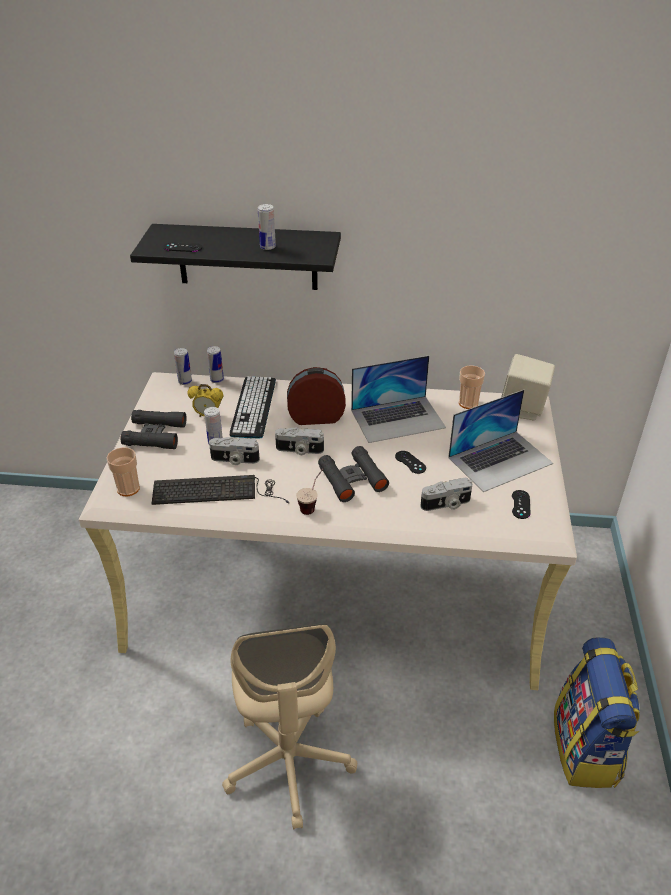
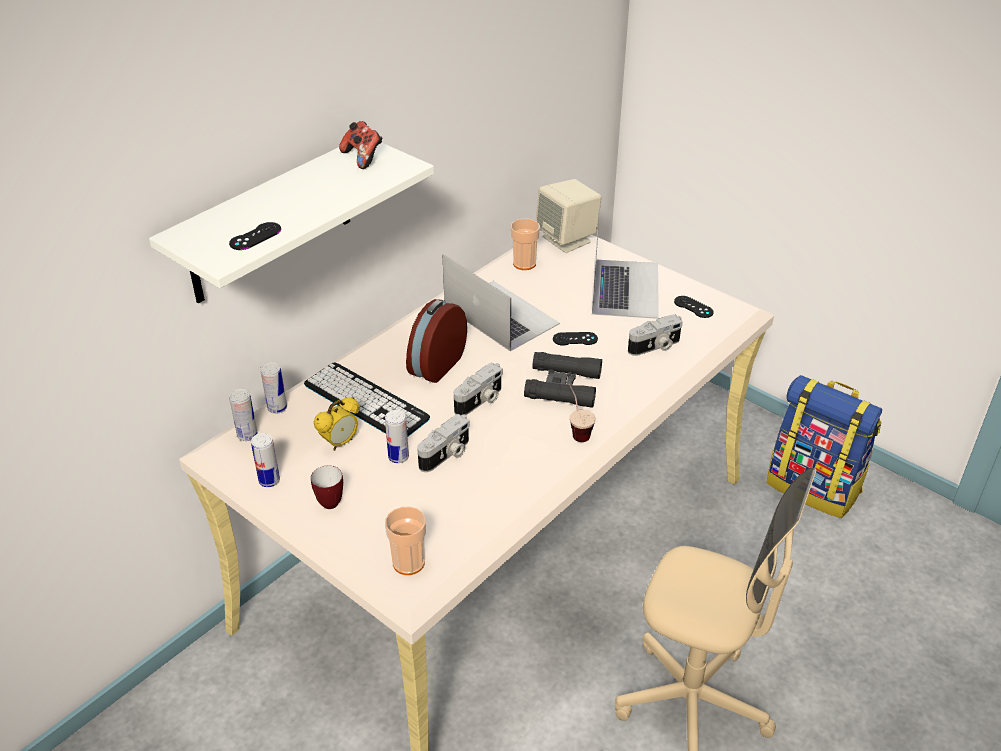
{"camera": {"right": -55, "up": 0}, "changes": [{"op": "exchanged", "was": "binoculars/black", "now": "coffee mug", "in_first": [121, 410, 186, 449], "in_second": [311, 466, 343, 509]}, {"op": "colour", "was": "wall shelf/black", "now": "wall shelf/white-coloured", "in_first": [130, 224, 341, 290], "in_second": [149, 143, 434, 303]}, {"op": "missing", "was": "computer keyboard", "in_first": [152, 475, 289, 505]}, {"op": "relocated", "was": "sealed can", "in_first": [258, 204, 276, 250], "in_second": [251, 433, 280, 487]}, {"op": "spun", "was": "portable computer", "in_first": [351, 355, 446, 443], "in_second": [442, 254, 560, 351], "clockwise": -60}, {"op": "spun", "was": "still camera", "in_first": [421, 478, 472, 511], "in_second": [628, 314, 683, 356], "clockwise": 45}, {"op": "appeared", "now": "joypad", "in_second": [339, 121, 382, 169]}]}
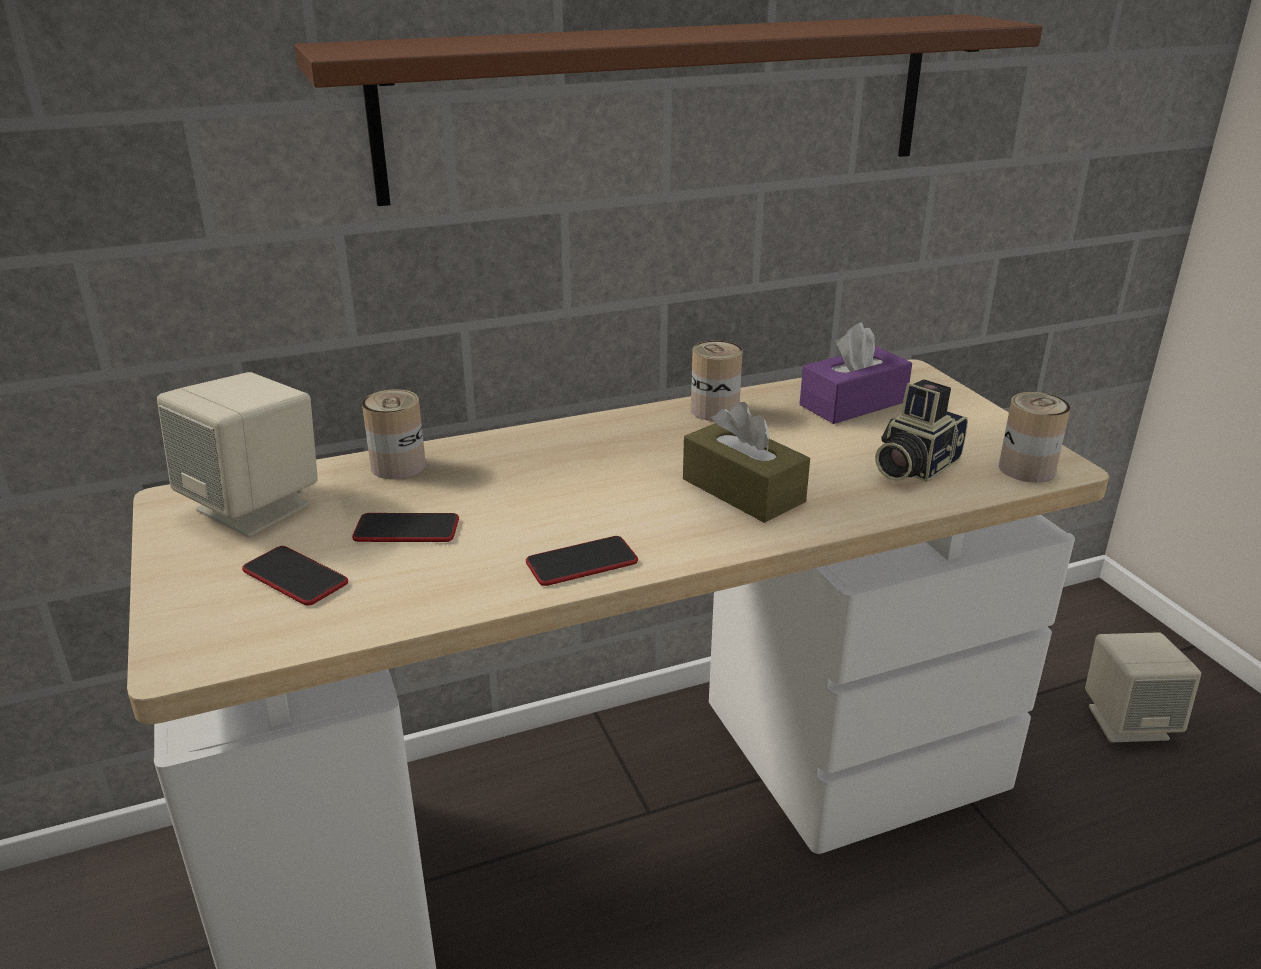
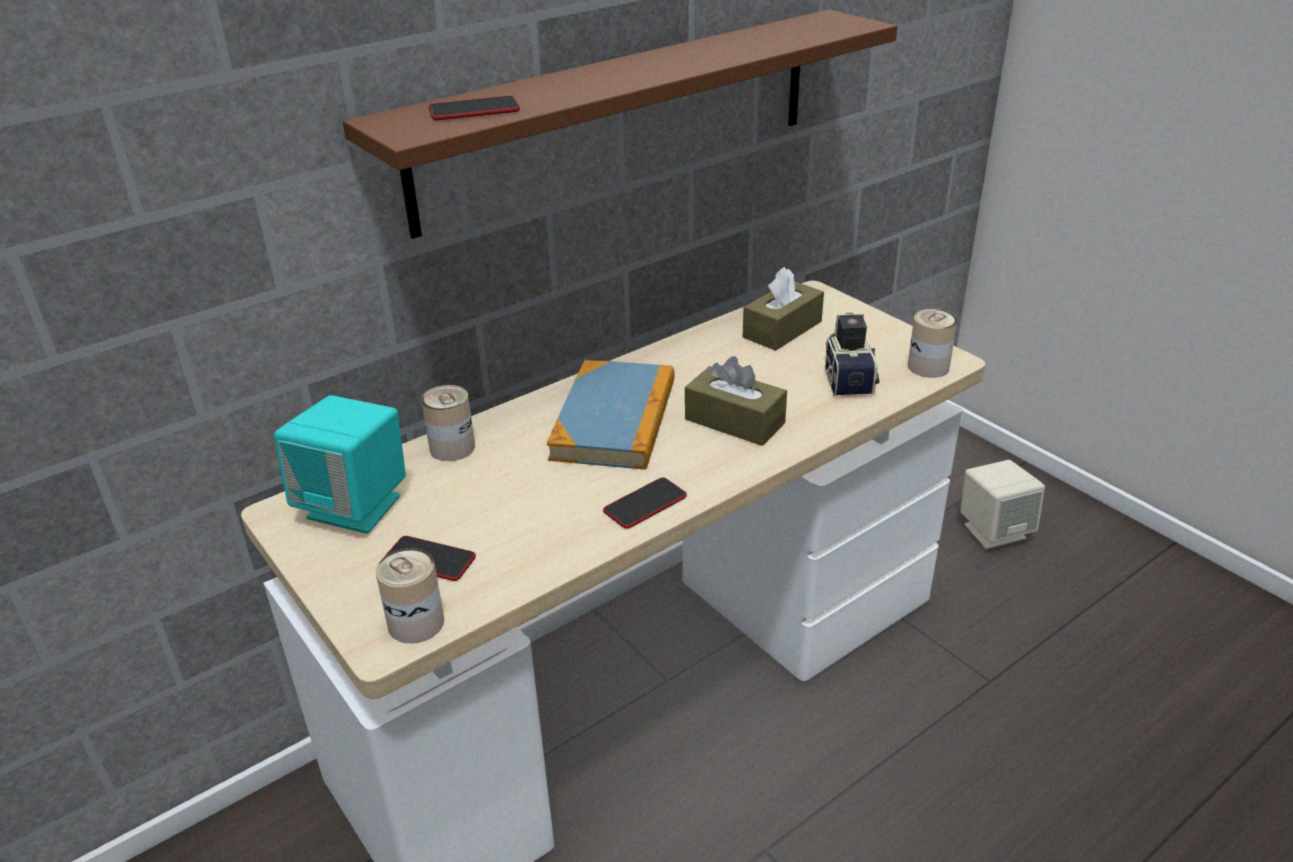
{"camera": {"right": -15, "up": 5}, "changes": [{"op": "colour", "was": "loudspeaker/sand-coloured", "now": "loudspeaker/turquoise", "in_first": [157, 372, 318, 537], "in_second": [274, 395, 406, 533]}, {"op": "relocated", "was": "phone", "in_first": [352, 513, 459, 542], "in_second": [428, 96, 520, 120]}, {"op": "relocated", "was": "sealed can", "in_first": [691, 341, 743, 421], "in_second": [376, 548, 444, 643]}, {"op": "colour", "was": "tissue box/purple", "now": "tissue box/brownish", "in_first": [799, 322, 912, 424], "in_second": [743, 267, 824, 351]}, {"op": "spun", "was": "still camera", "in_first": [875, 379, 968, 482], "in_second": [825, 313, 880, 396], "clockwise": 150}, {"op": "appeared", "now": "bound book", "in_second": [547, 360, 675, 470]}]}
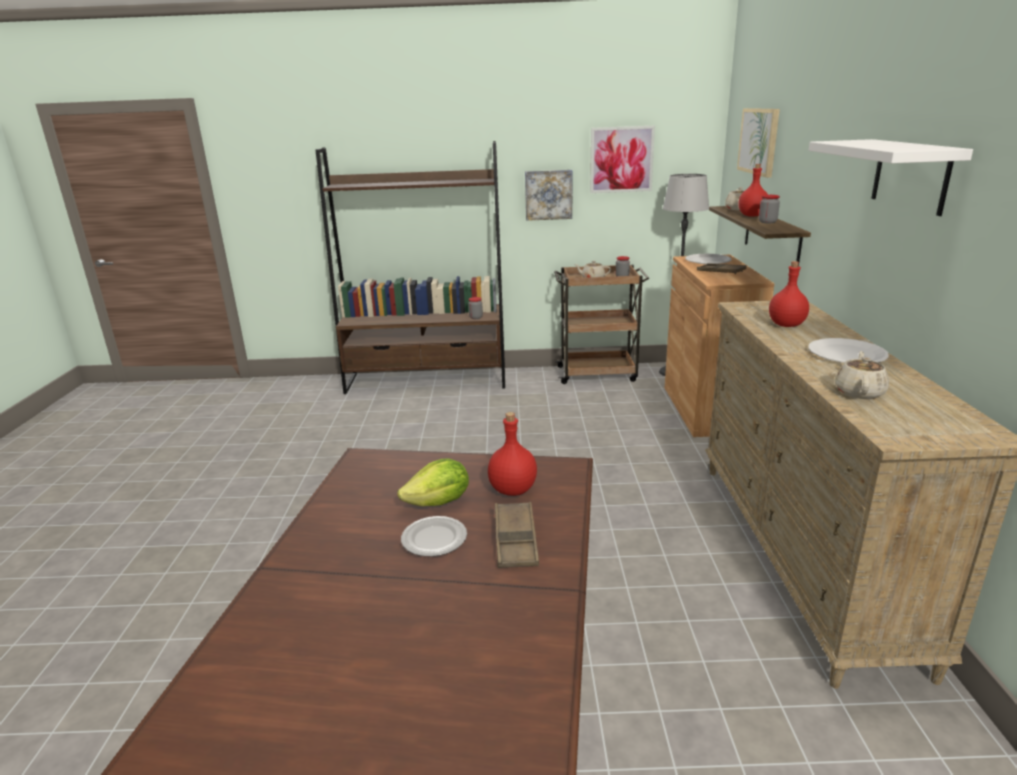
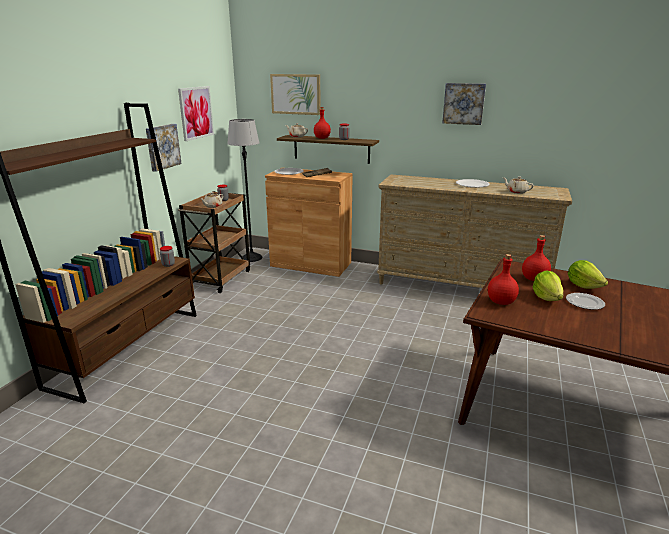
{"camera": {"right": -70, "up": 0}, "changes": [{"op": "exchanged", "was": "carrying tray/brownish", "now": "lettuce head", "in_first": [495, 502, 539, 568], "in_second": [568, 260, 608, 289]}, {"op": "relocated", "was": "bottle/red-coloured", "in_first": [769, 261, 809, 327], "in_second": [488, 254, 519, 305]}, {"op": "exchanged", "was": "wall shelf/white-coloured", "now": "wall art", "in_first": [809, 139, 973, 216], "in_second": [442, 83, 486, 125]}]}
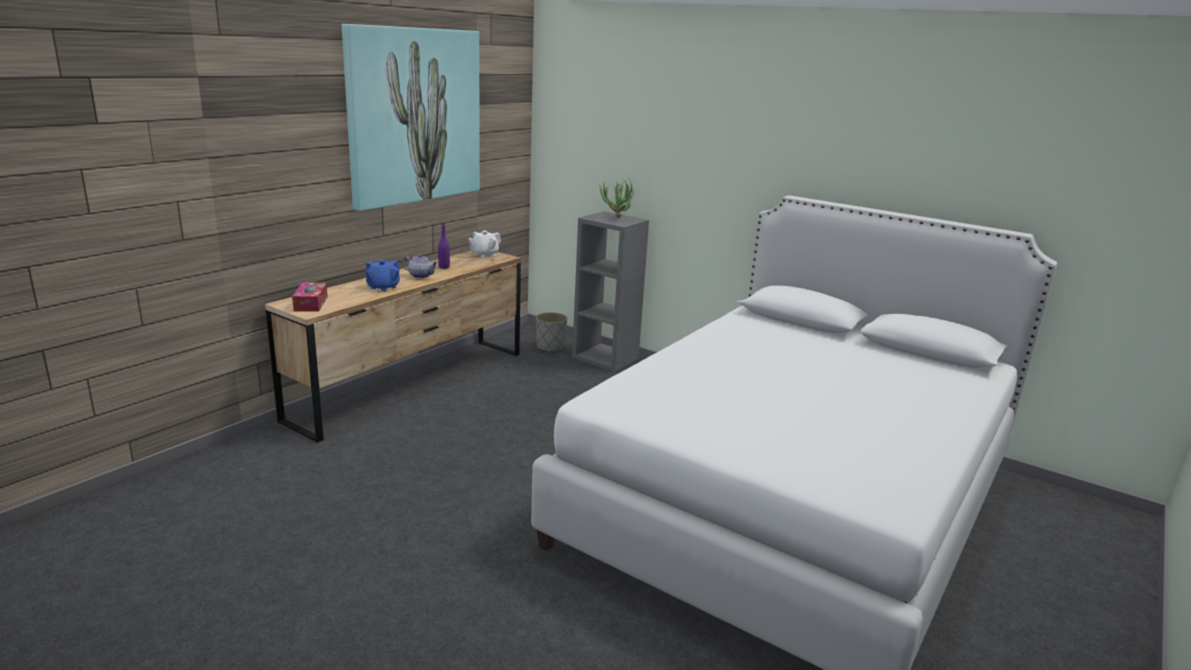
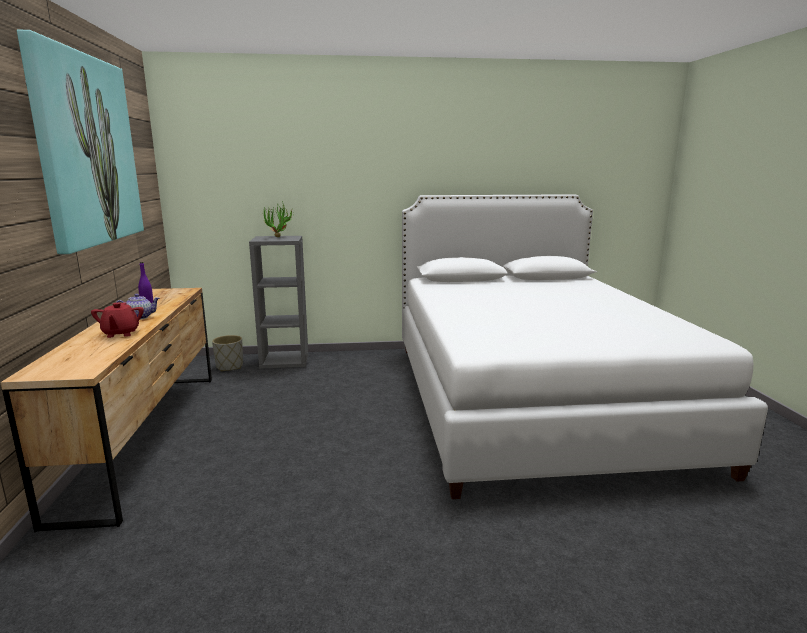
{"camera": {"right": -40, "up": -5}, "changes": [{"op": "missing", "was": "tissue box", "in_first": [292, 282, 328, 312]}, {"op": "colour", "was": "teapot/blue", "now": "teapot/red-coloured", "in_first": [365, 260, 400, 292], "in_second": [91, 302, 144, 338]}, {"op": "missing", "was": "teapot/white-coloured", "in_first": [468, 231, 501, 258]}]}
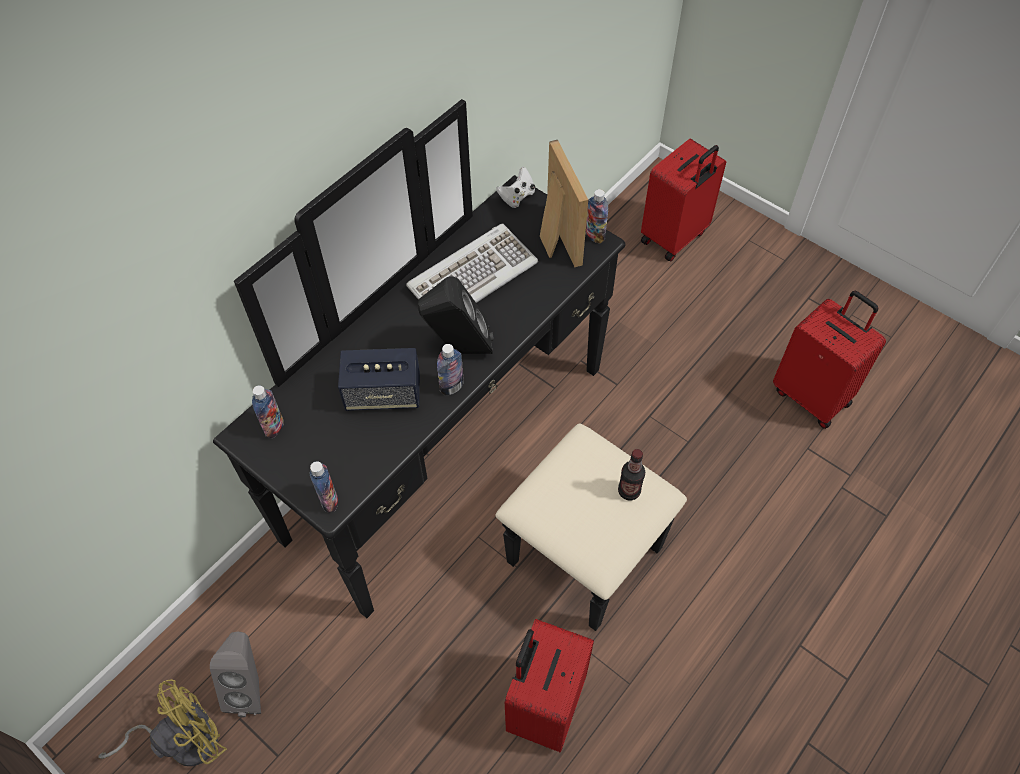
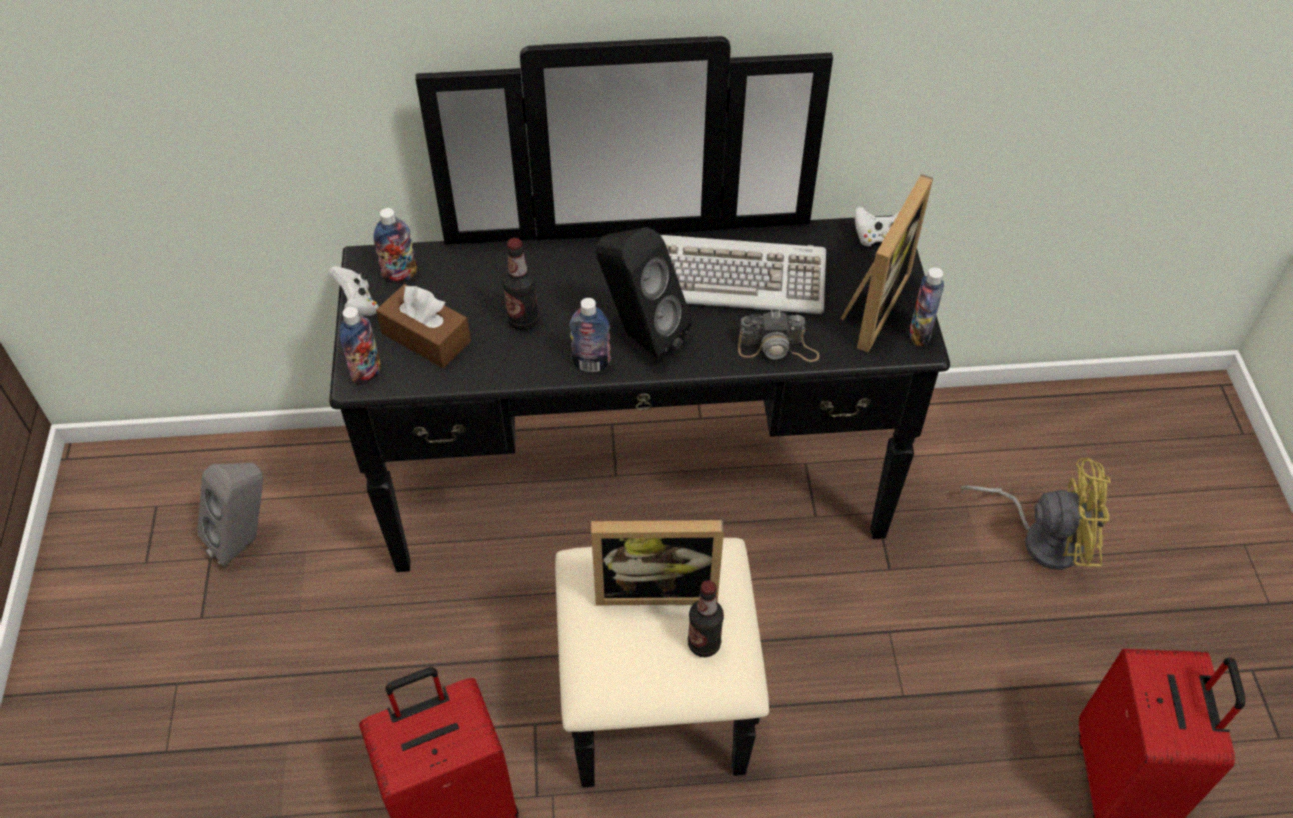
{"camera": {"right": 45, "up": -5}, "changes": [{"op": "relocated", "was": "cooling fan/yellow", "in_first": [99, 679, 227, 766], "in_second": [961, 457, 1111, 570]}, {"op": "exchanged", "was": "loudspeaker", "now": "bottle", "in_first": [338, 348, 420, 411], "in_second": [502, 238, 539, 330]}, {"op": "missing", "was": "travel case/red-coloured", "in_first": [641, 139, 726, 262]}, {"op": "appeared", "now": "joypad/white-coloured", "in_second": [329, 266, 379, 316]}, {"op": "appeared", "now": "tissue box/brownish", "in_second": [376, 284, 471, 368]}, {"op": "appeared", "now": "picture frame", "in_second": [591, 520, 724, 606]}, {"op": "appeared", "now": "still camera", "in_second": [738, 310, 819, 362]}]}
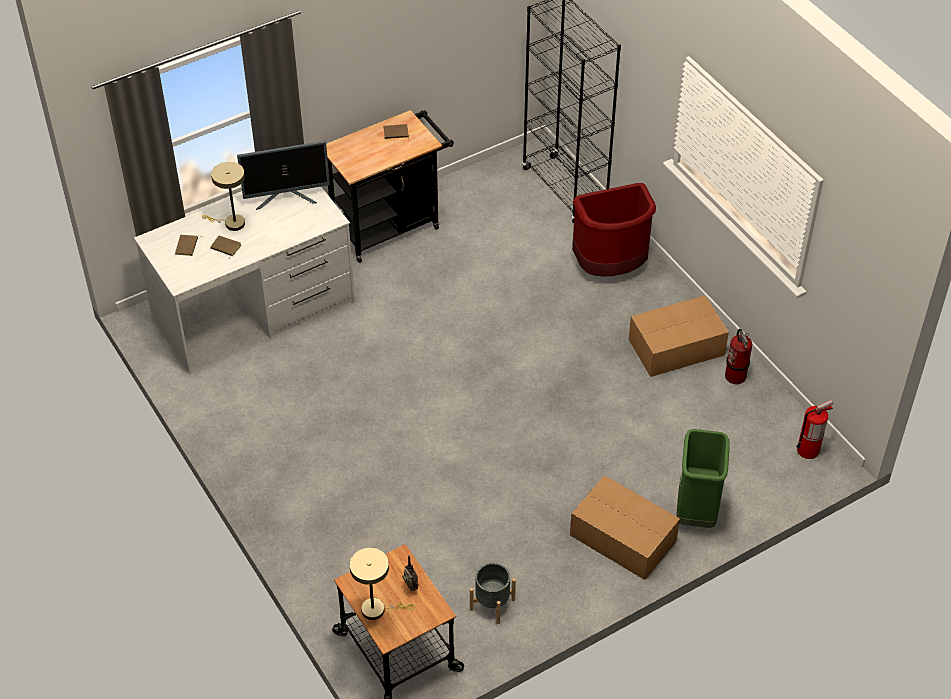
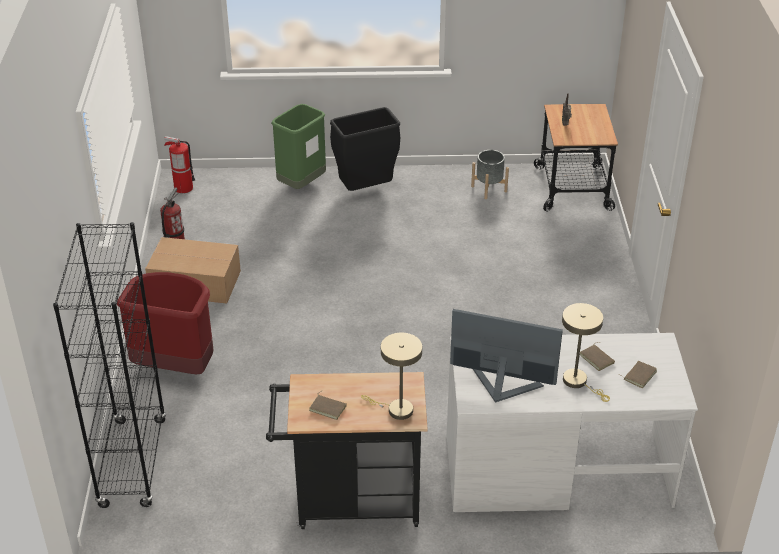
{"camera": {"right": -150, "up": -10}, "changes": [{"op": "relocated", "was": "lamp for a table/sand-coloured", "in_first": [350, 548, 415, 620], "in_second": [361, 332, 422, 420]}, {"op": "exchanged", "was": "packing box", "now": "rubbish bin/black", "in_first": [570, 475, 680, 580], "in_second": [330, 107, 400, 191]}]}
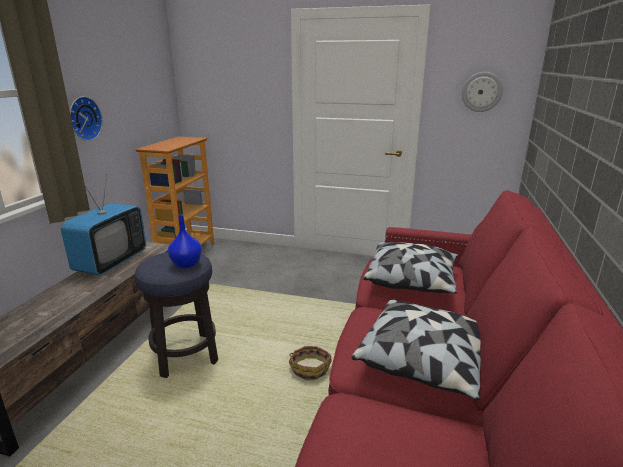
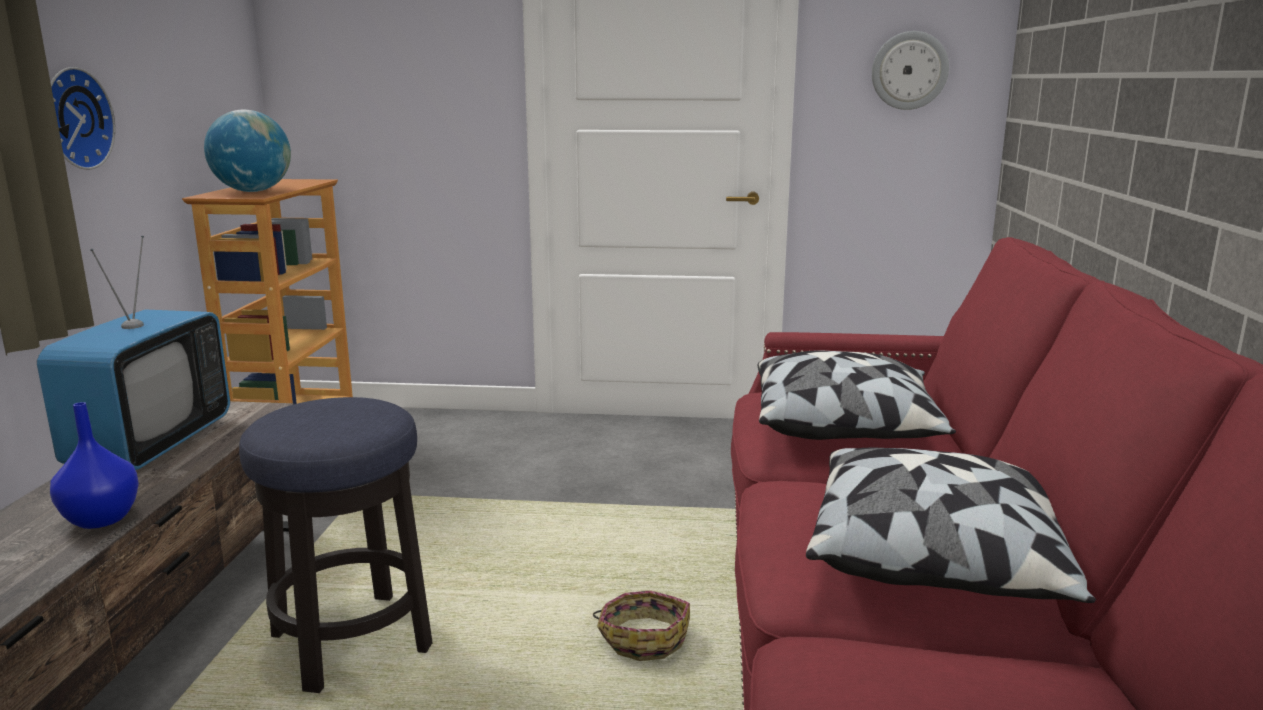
{"camera": {"right": -10, "up": -5}, "changes": [{"op": "relocated", "was": "vase/blue", "in_first": [168, 214, 202, 268], "in_second": [50, 402, 139, 529]}, {"op": "appeared", "now": "globe", "in_second": [204, 109, 291, 192]}]}
